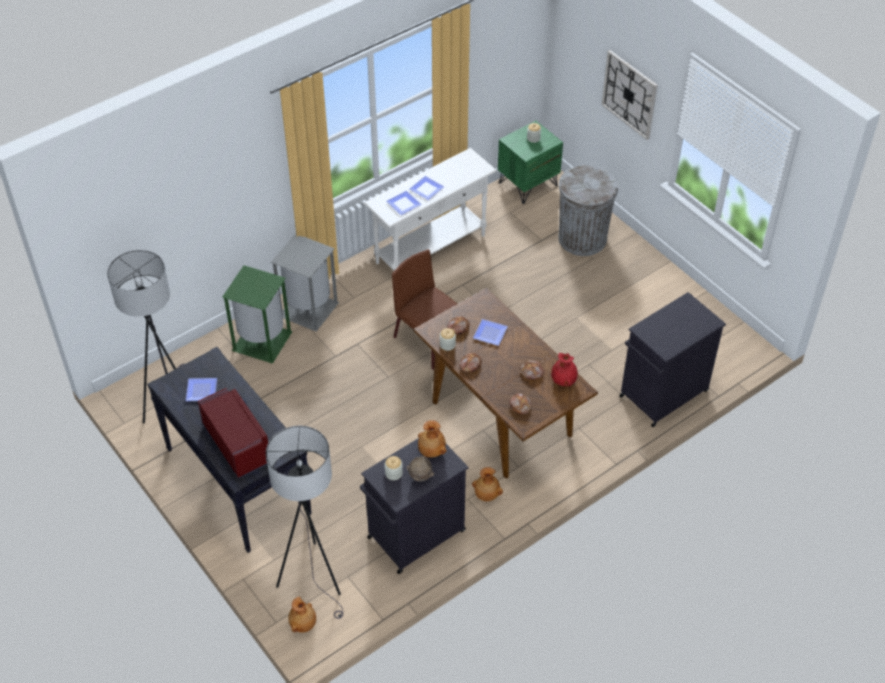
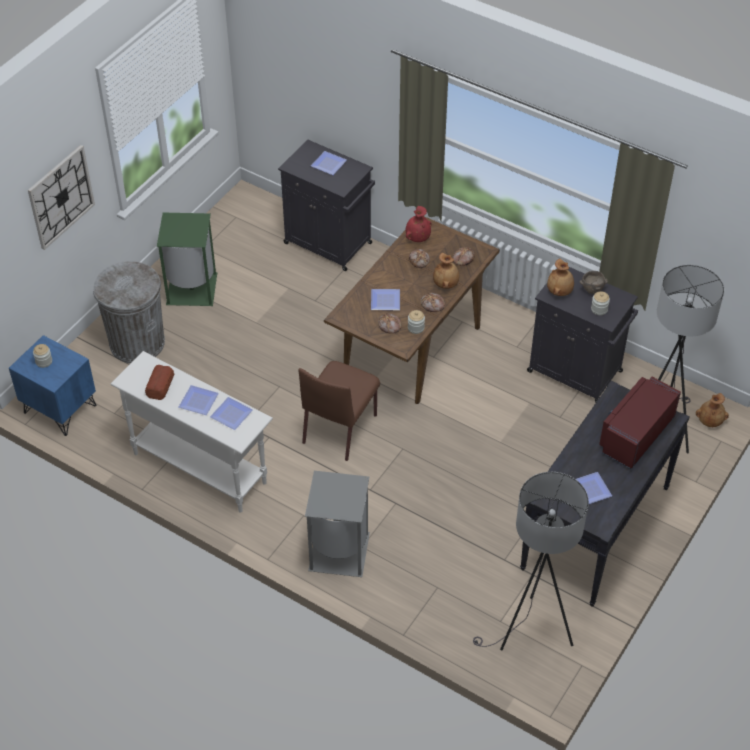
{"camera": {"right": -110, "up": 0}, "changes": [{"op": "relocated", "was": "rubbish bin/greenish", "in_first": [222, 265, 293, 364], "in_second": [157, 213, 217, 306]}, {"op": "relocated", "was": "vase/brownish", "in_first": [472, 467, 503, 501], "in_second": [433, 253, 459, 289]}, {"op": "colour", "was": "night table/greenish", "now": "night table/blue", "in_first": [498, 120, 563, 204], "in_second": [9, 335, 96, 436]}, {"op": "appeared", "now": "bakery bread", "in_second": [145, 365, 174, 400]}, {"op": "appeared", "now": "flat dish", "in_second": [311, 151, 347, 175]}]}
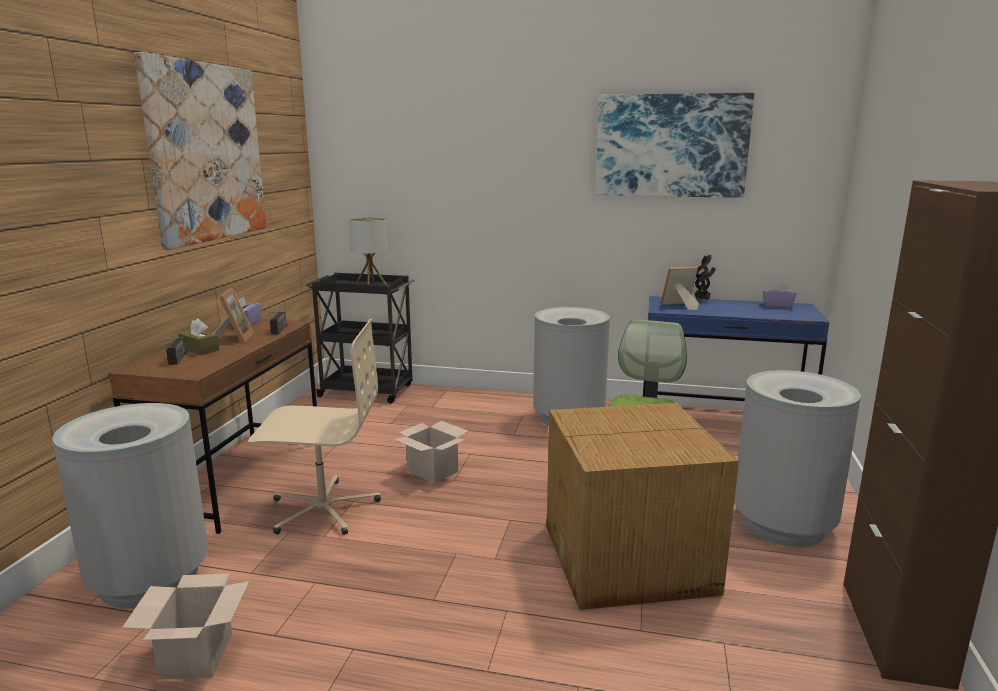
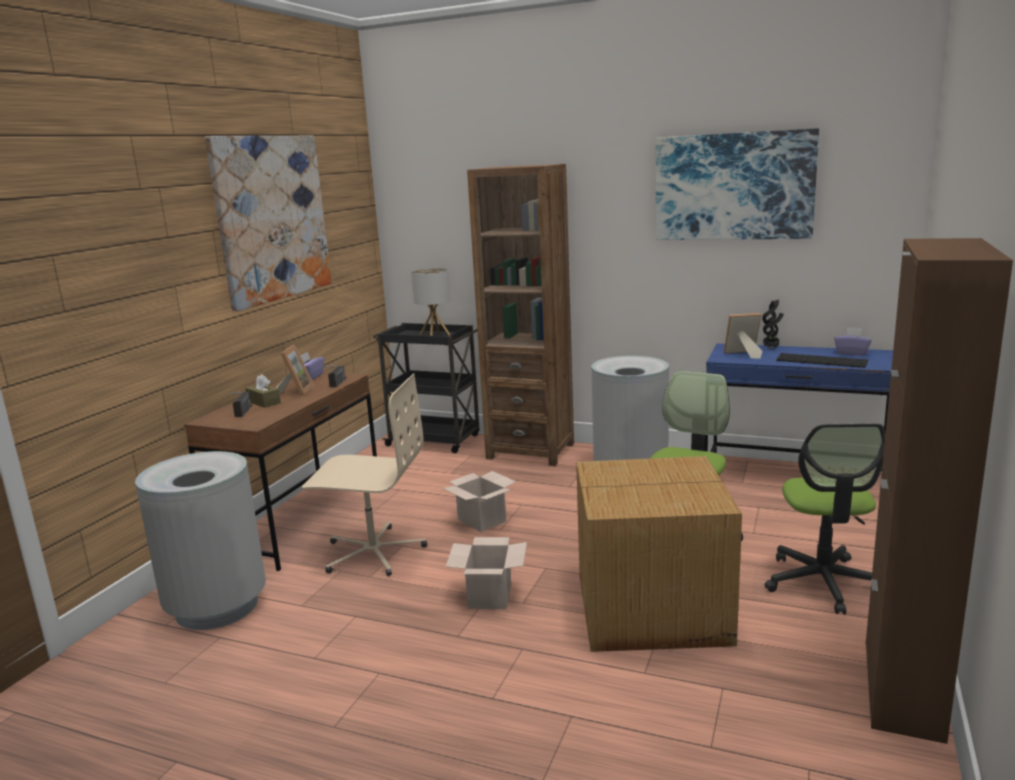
{"camera": {"right": 10, "up": 0}, "changes": [{"op": "relocated", "was": "packing box", "in_first": [122, 574, 249, 680], "in_second": [446, 537, 527, 609]}, {"op": "exchanged", "was": "rubbish bin/grey", "now": "office chair", "in_first": [734, 370, 861, 547], "in_second": [765, 423, 885, 614]}, {"op": "appeared", "now": "bookshelf/brownish", "in_second": [467, 164, 574, 466]}, {"op": "appeared", "now": "computer keyboard", "in_second": [776, 353, 868, 368]}]}
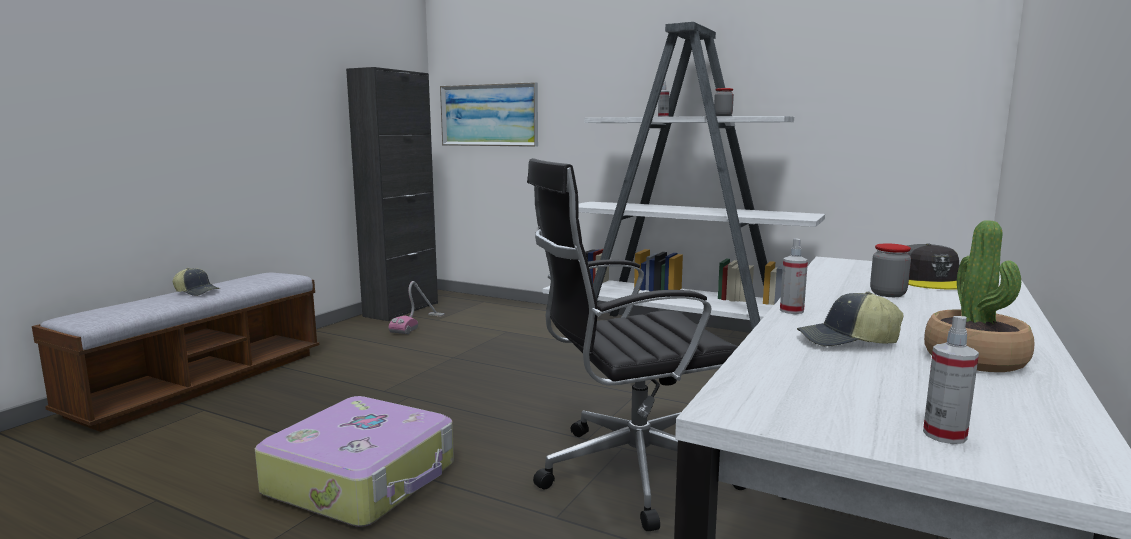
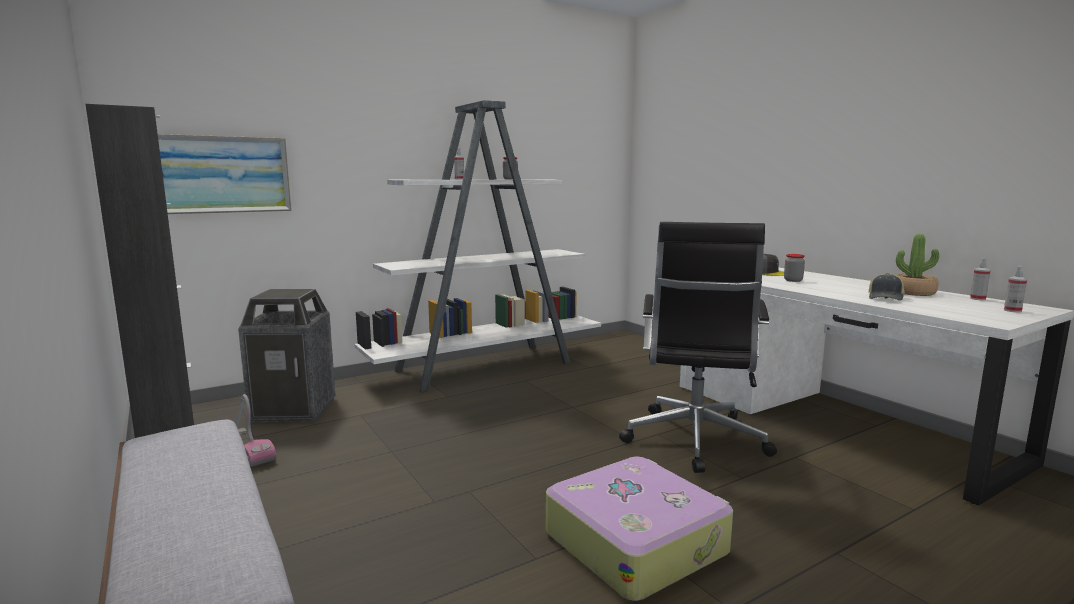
{"camera": {"right": -60, "up": 0}, "changes": [{"op": "missing", "was": "baseball cap", "in_first": [173, 268, 220, 296]}, {"op": "relocated", "was": "sprayer", "in_first": [780, 239, 808, 314], "in_second": [970, 258, 991, 300]}, {"op": "appeared", "now": "rubbish bin", "in_second": [238, 289, 335, 423]}]}
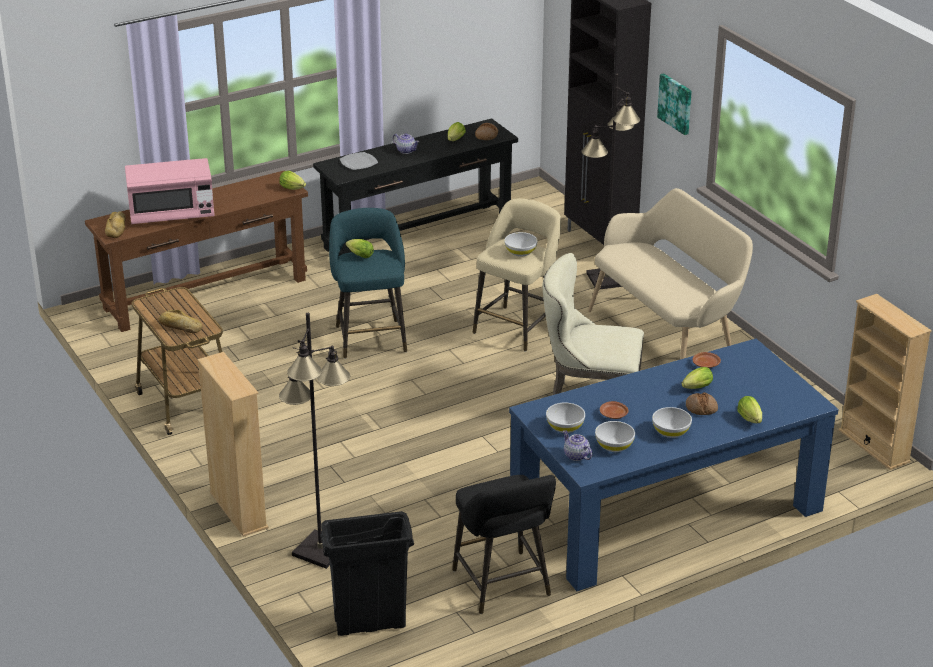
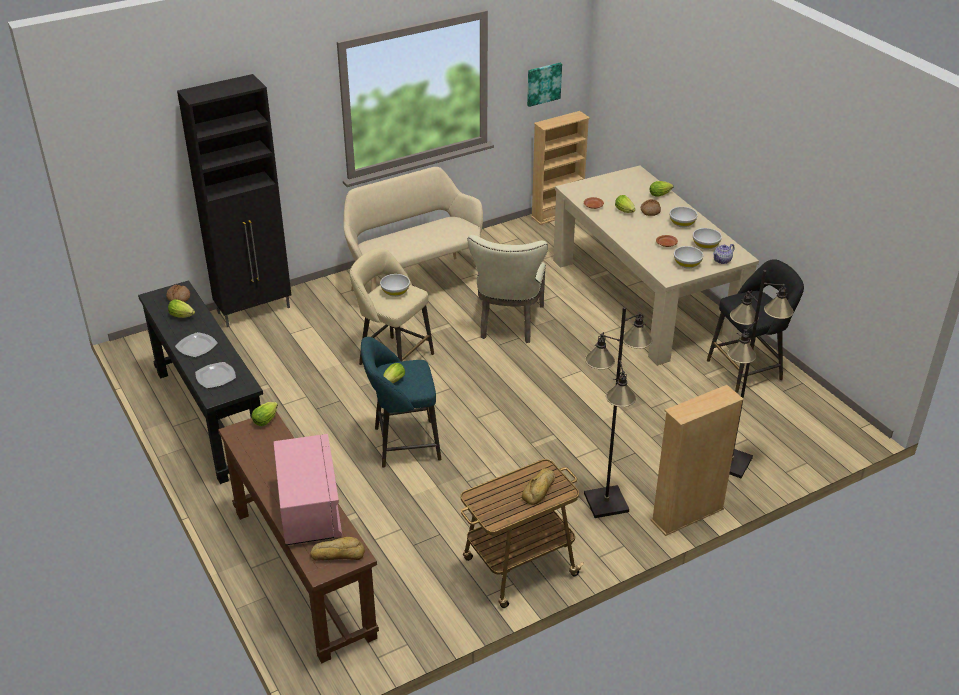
{"camera": {"right": -90, "up": 5}, "changes": [{"op": "missing", "was": "rubbish bin/black", "in_first": [320, 511, 414, 636]}, {"op": "exchanged", "was": "teapot", "now": "flat dish", "in_first": [392, 133, 419, 154], "in_second": [175, 332, 218, 357]}, {"op": "colour", "was": "kitchen table/blue", "now": "kitchen table/sand-coloured", "in_first": [509, 339, 839, 591], "in_second": [553, 166, 759, 366]}, {"op": "relocated", "was": "standard lamp/black", "in_first": [582, 73, 640, 290], "in_second": [584, 307, 652, 518]}, {"op": "relocated", "was": "wall art", "in_first": [657, 73, 692, 135], "in_second": [527, 63, 562, 107]}]}
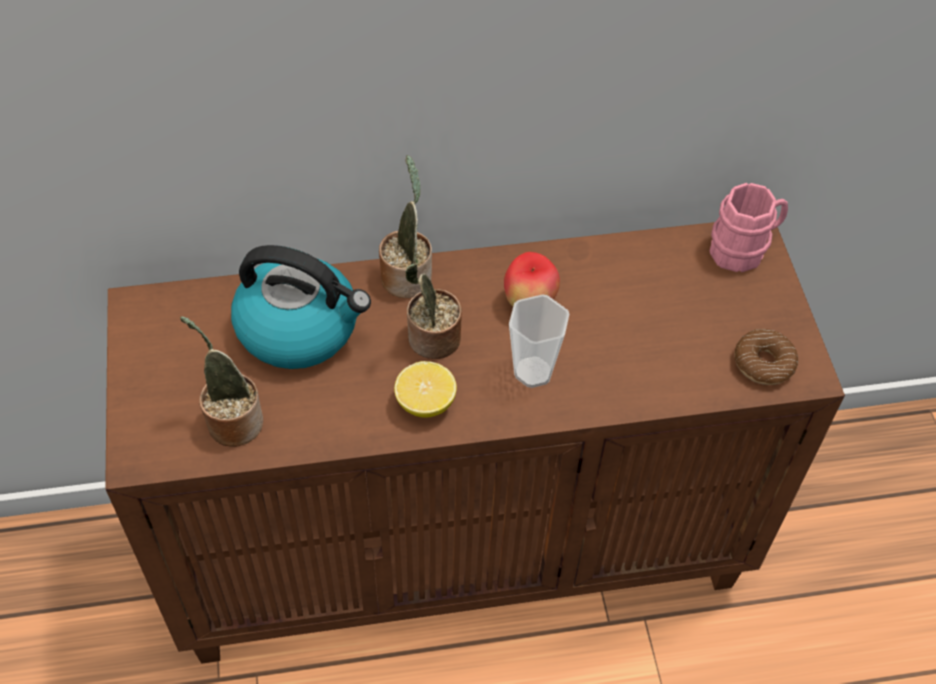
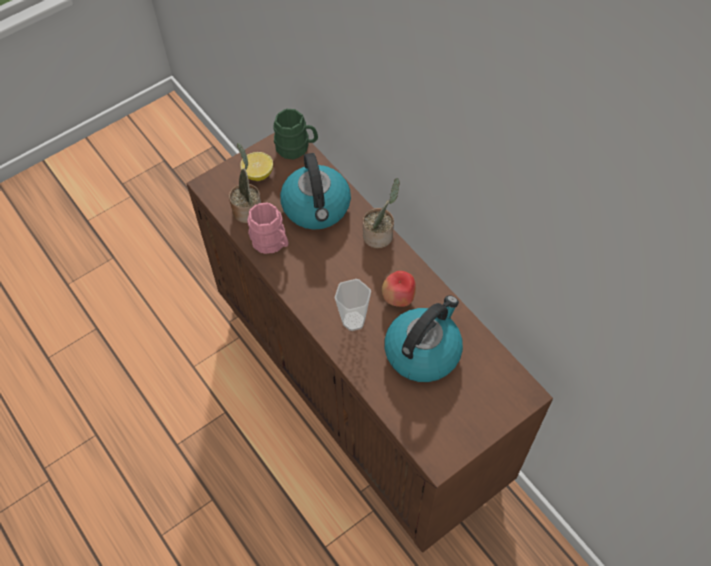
{"camera": {"right": 65, "up": 5}, "changes": [{"op": "relocated", "was": "citrus fruit", "in_first": [394, 361, 457, 417], "in_second": [240, 152, 273, 181]}, {"op": "missing", "was": "plant in a pot", "in_first": [405, 264, 462, 359]}, {"op": "relocated", "was": "coffee mug/pink", "in_first": [710, 183, 788, 272], "in_second": [247, 203, 288, 254]}, {"op": "missing", "was": "doughnut", "in_first": [735, 329, 798, 385]}, {"op": "appeared", "now": "coffee mug/greenish", "in_second": [273, 109, 318, 159]}, {"op": "appeared", "now": "water kettle", "in_second": [384, 295, 463, 382]}]}
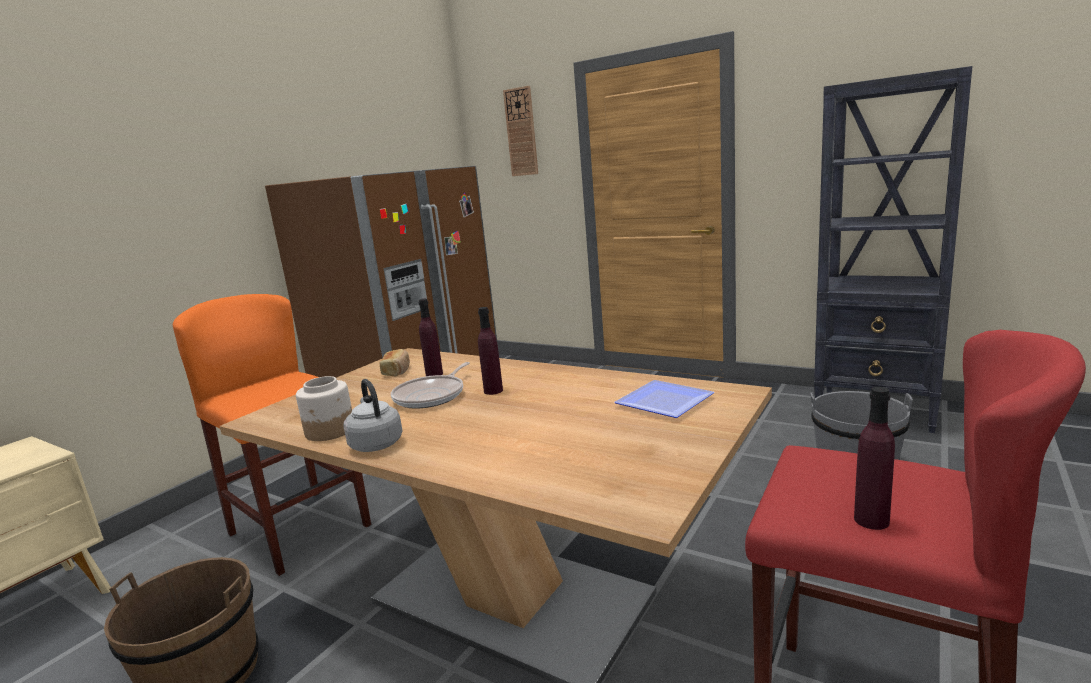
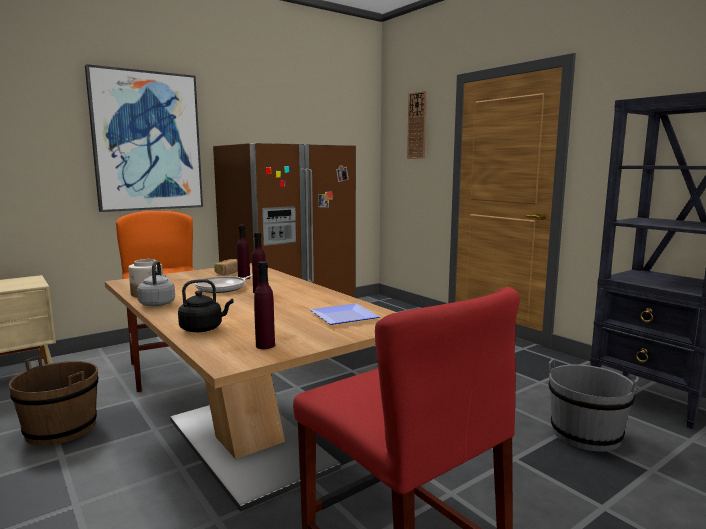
{"camera": {"right": 20, "up": -5}, "changes": [{"op": "relocated", "was": "bottle/purple", "in_first": [854, 387, 895, 530], "in_second": [254, 261, 275, 349]}, {"op": "appeared", "now": "wall art", "in_second": [85, 64, 203, 212]}, {"op": "appeared", "now": "water kettle/black", "in_second": [178, 279, 234, 332]}]}
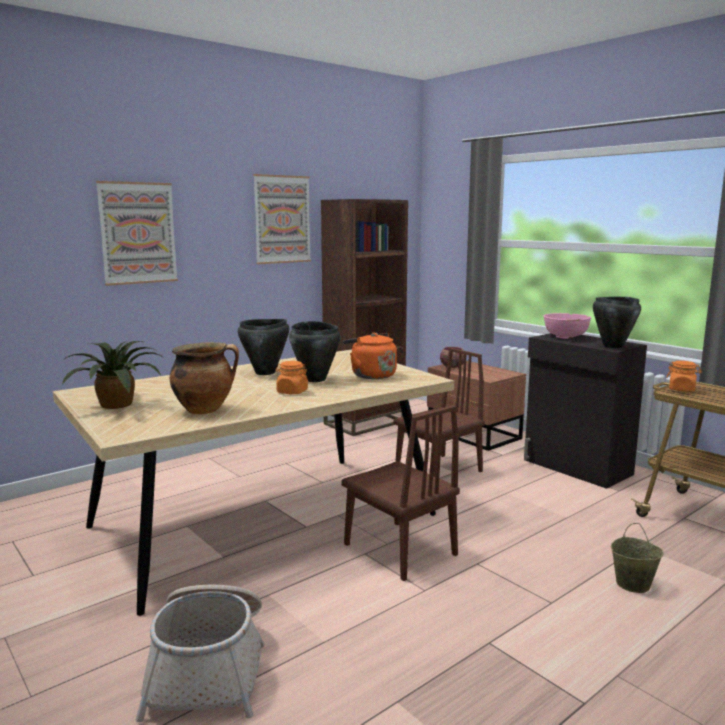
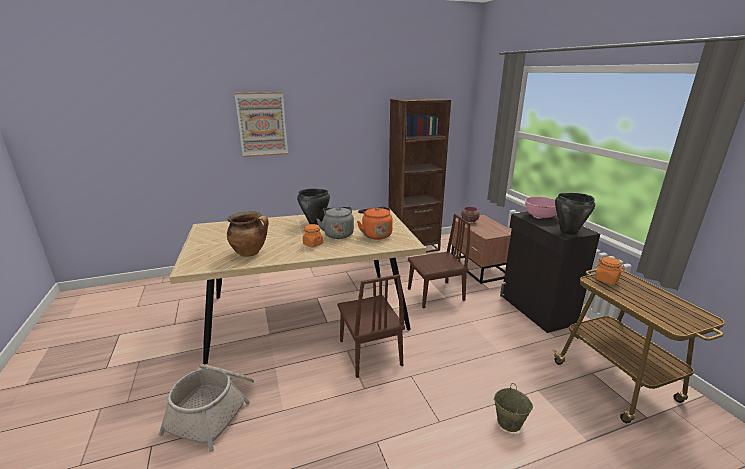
{"camera": {"right": 20, "up": 10}, "changes": [{"op": "missing", "was": "plant in a pot", "in_first": [62, 341, 163, 409]}, {"op": "missing", "was": "wall art", "in_first": [253, 174, 311, 264]}, {"op": "exchanged", "was": "saucepot/black", "now": "water kettle/grey", "in_first": [289, 321, 340, 382], "in_second": [317, 207, 354, 239]}]}
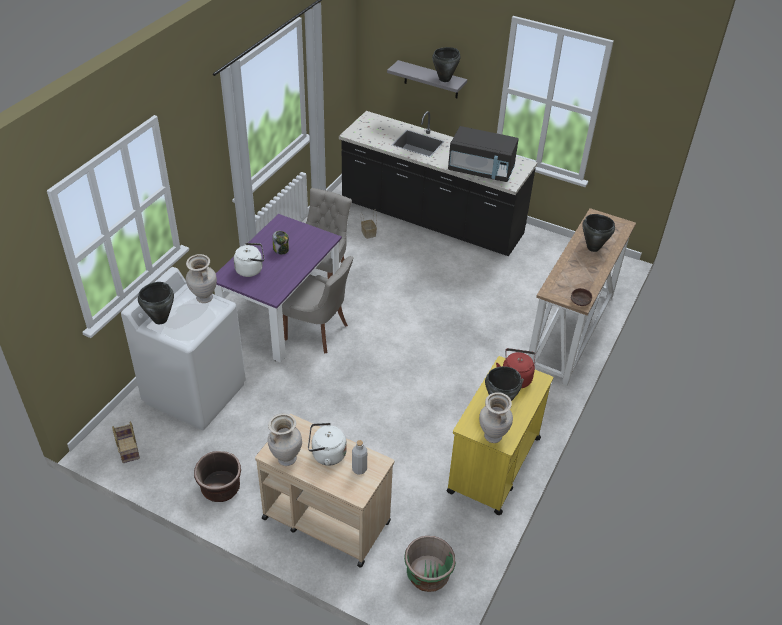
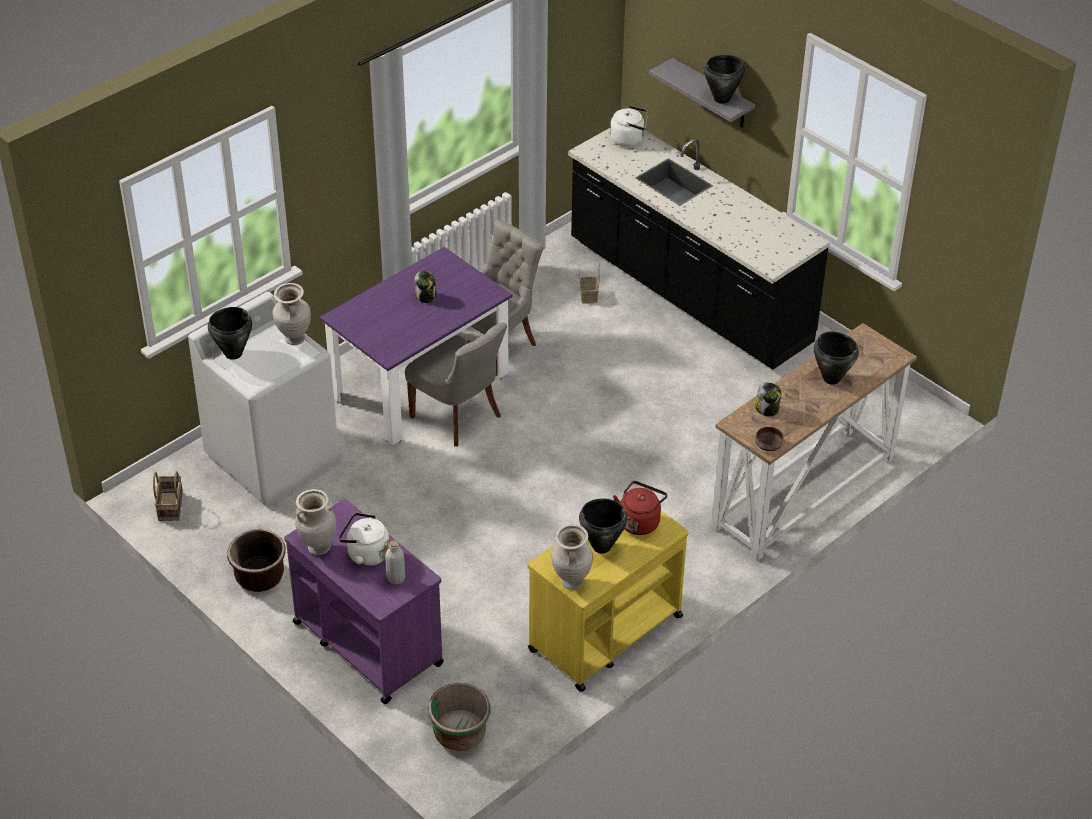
{"camera": {"right": 20, "up": 0}, "changes": [{"op": "relocated", "was": "water kettle/white-coloured", "in_first": [234, 243, 264, 277], "in_second": [610, 106, 648, 147]}, {"op": "colour", "was": "trolley/sand-coloured", "now": "trolley/purple", "in_first": [255, 414, 394, 568], "in_second": [284, 499, 444, 704]}, {"op": "missing", "was": "kitchen microwave/black", "in_first": [448, 126, 519, 182]}, {"op": "appeared", "now": "storage jar", "in_second": [755, 382, 781, 416]}]}
